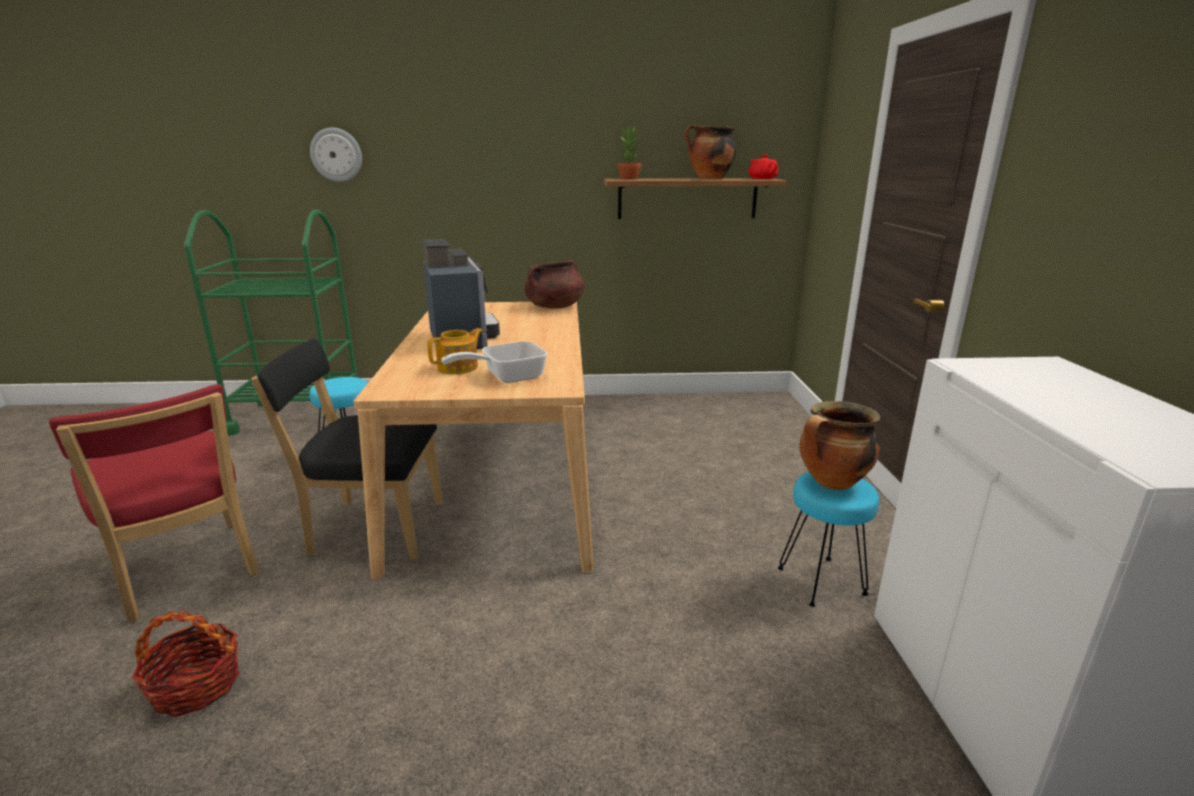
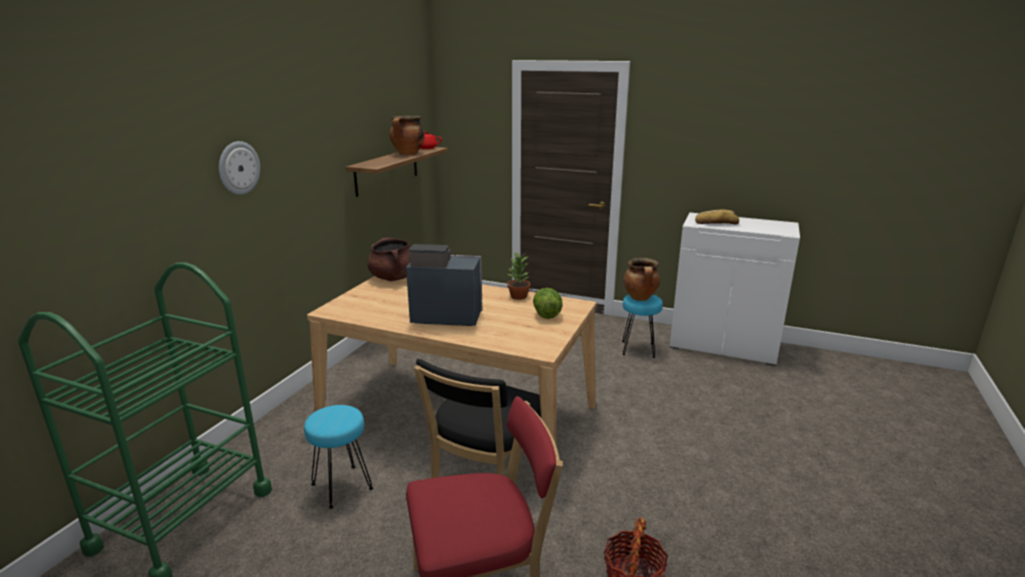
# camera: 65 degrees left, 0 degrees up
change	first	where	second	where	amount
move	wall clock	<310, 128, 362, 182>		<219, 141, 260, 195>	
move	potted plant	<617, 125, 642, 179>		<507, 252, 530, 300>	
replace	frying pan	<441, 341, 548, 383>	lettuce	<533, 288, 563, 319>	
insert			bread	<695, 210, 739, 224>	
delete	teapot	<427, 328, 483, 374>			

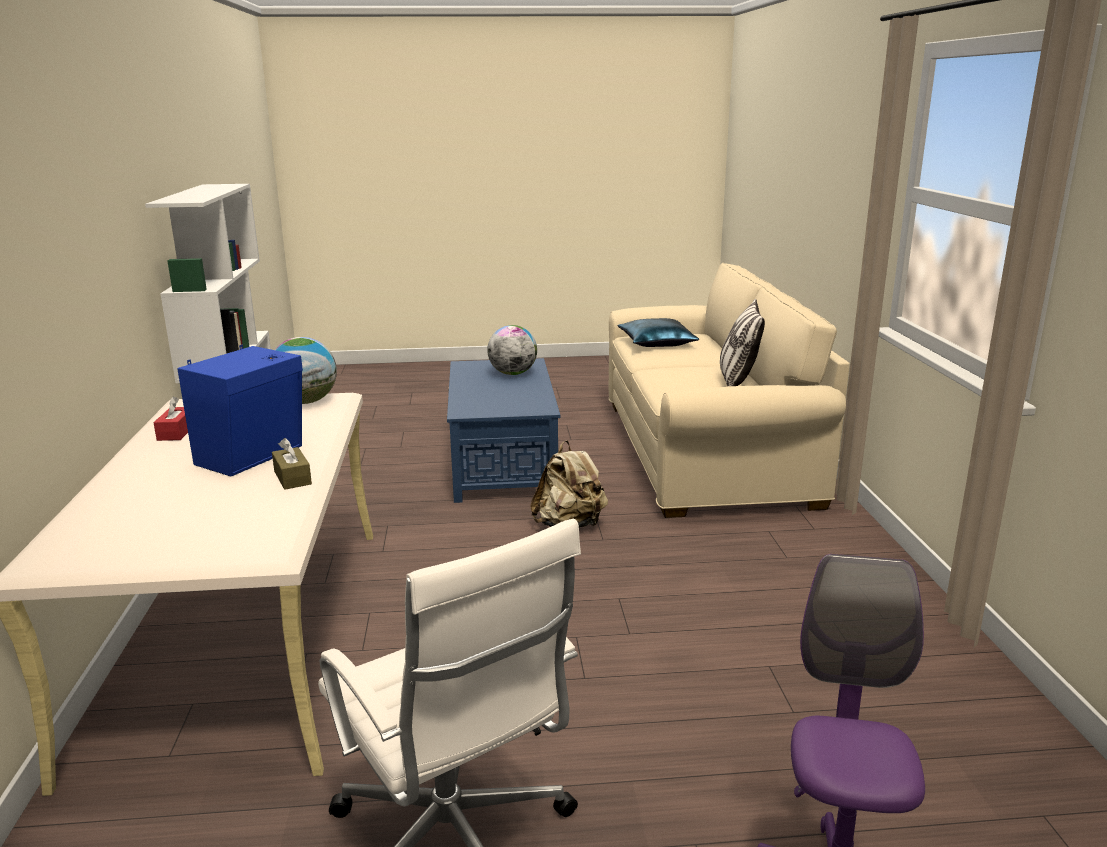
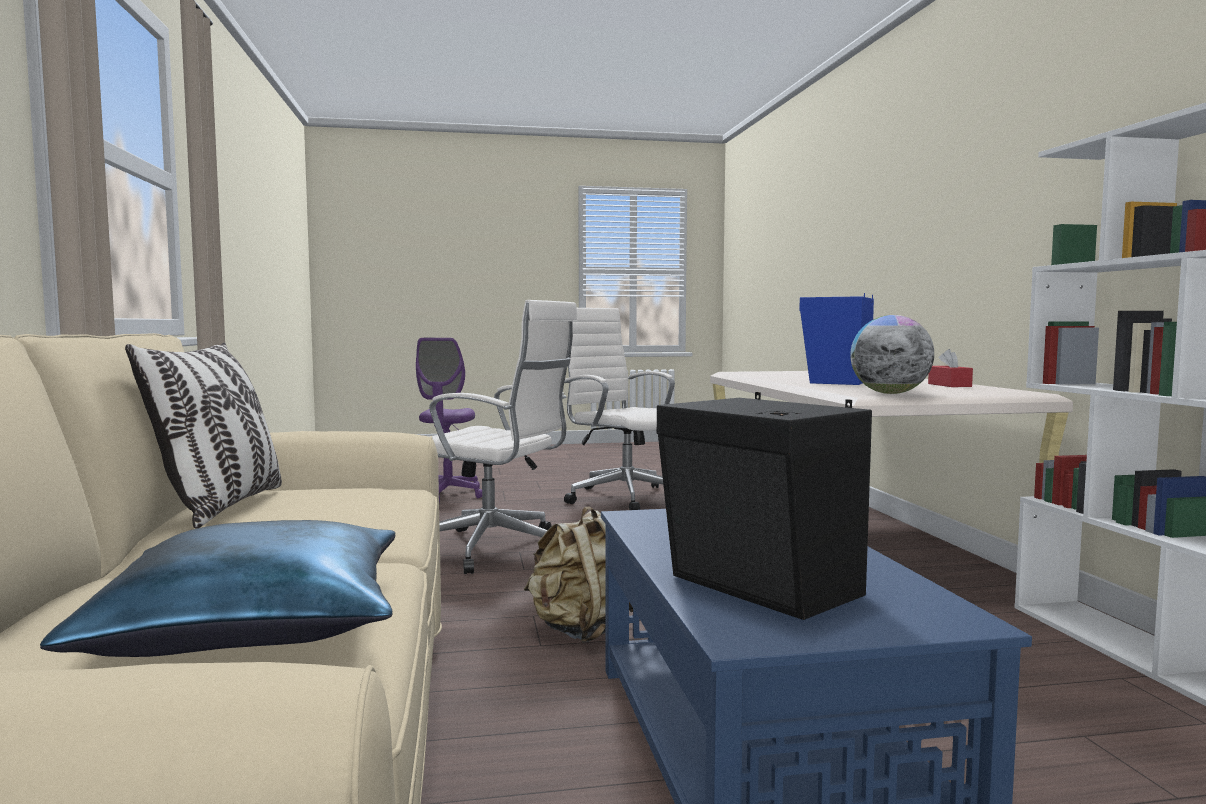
# camera: 175 degrees right, 15 degrees down
change	first	where	second	where	amount
insert			office chair/white	<428, 300, 578, 574>	
replace	globe	<487, 325, 537, 375>	speaker/black	<657, 392, 872, 620>	
delete	tissue box/brown	<272, 438, 312, 490>			

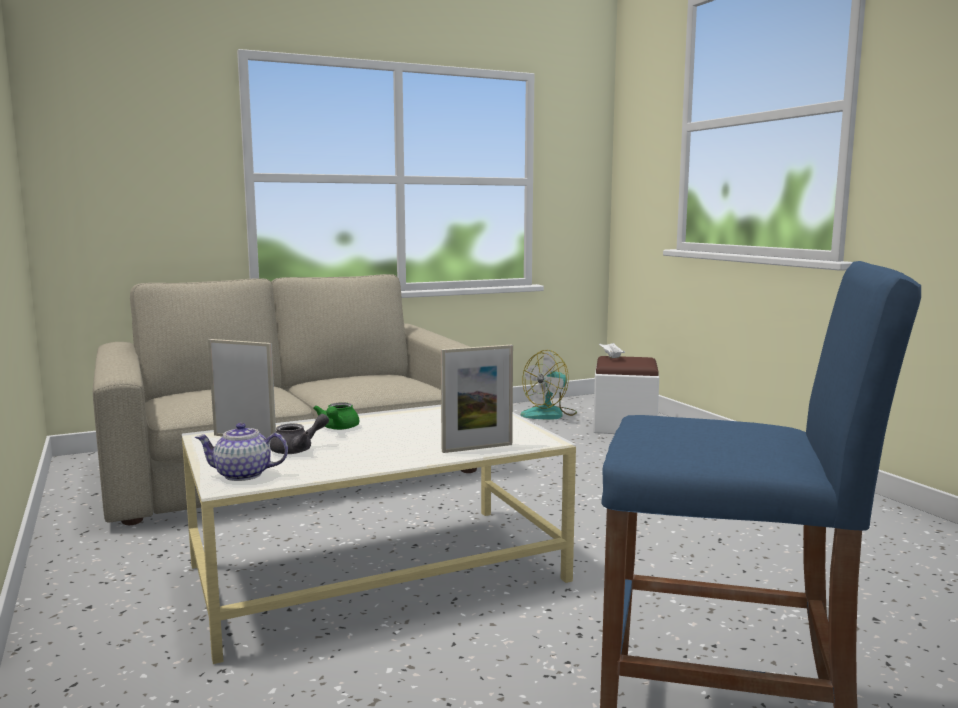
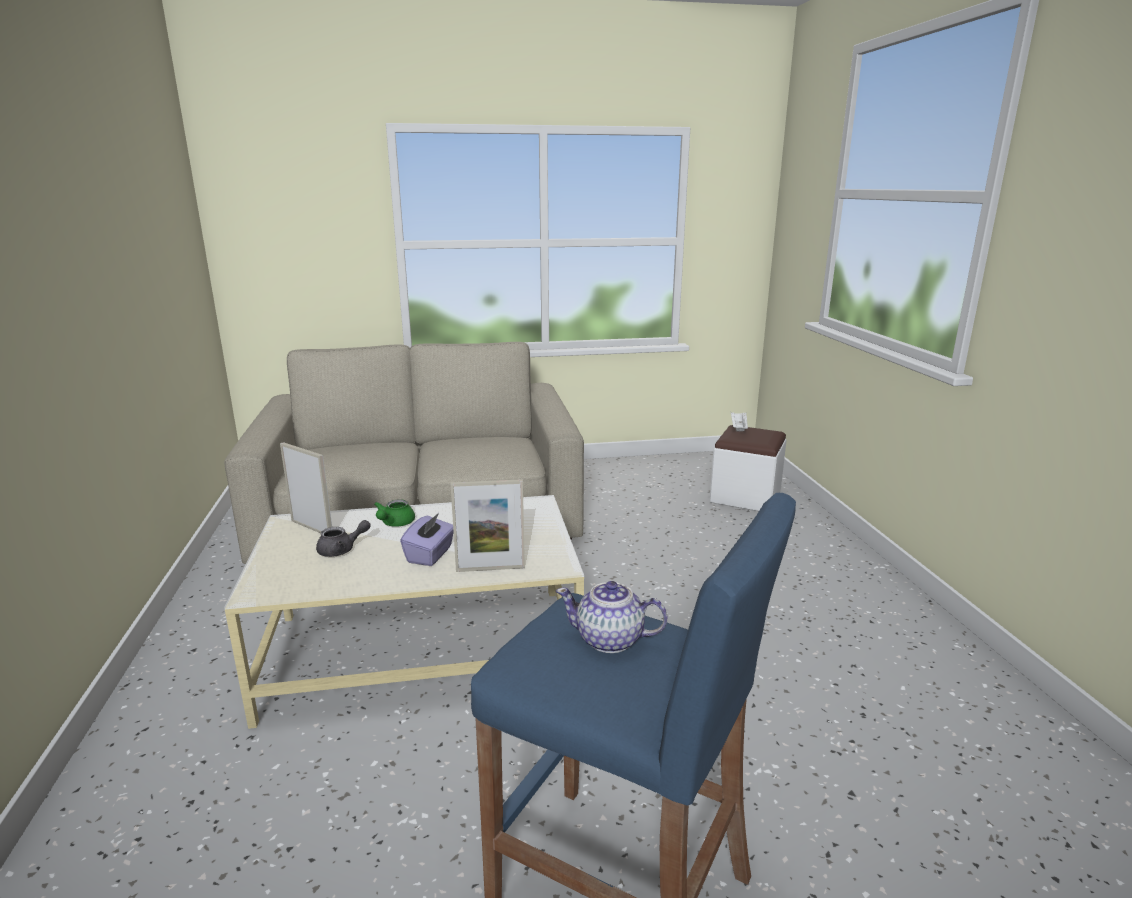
# camera: 15 degrees right, 10 degrees up
change	first	where	second	where	amount
insert			tissue box/purple	<400, 513, 454, 566>	
move	teapot	<195, 423, 288, 481>		<556, 581, 668, 653>	
delete	fan	<521, 350, 577, 420>			

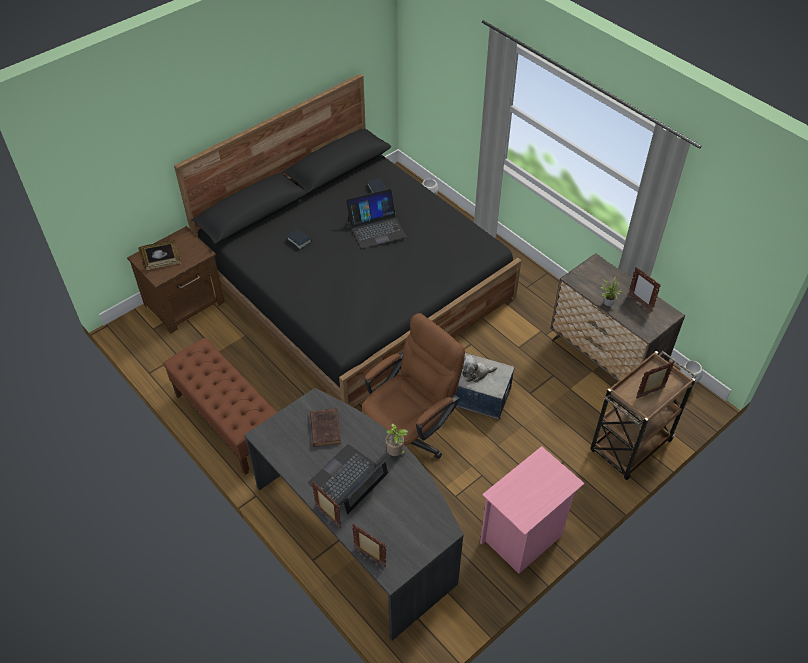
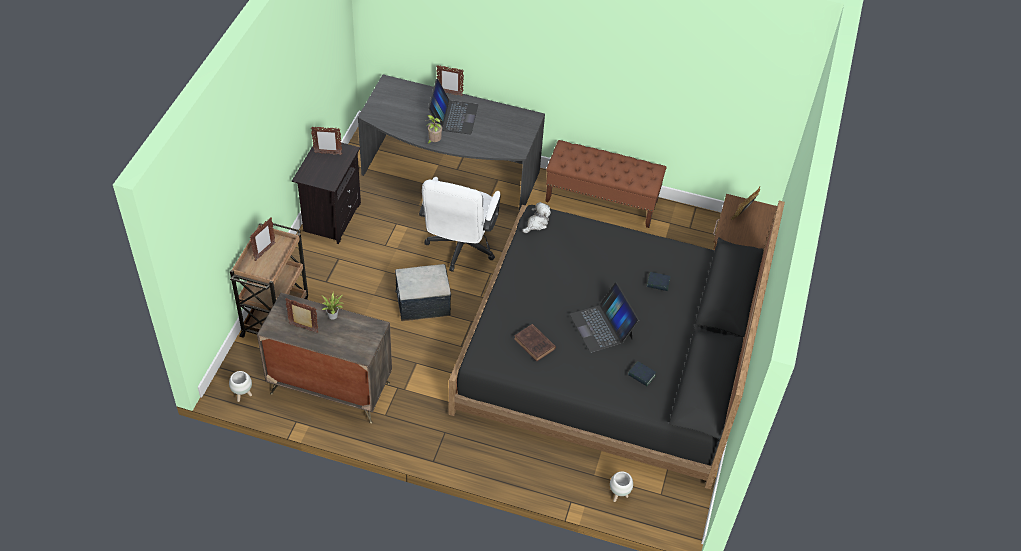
# camera: 145 degrees right, 0 degrees up
change	first	where	second	where	amount
recolor	nightstand/pink	<480, 446, 584, 574>	nightstand/black	<292, 143, 361, 244>	
move	picture frame	<352, 524, 386, 567>		<311, 126, 342, 155>	
recolor	office chair/brown	<362, 313, 465, 459>	office chair/white	<419, 177, 501, 272>	
move	book/brown	<310, 408, 341, 447>		<514, 324, 556, 361>	
move	plush toy	<462, 355, 497, 383>		<522, 202, 551, 233>	
rotate	laptop	<346, 188, 406, 249>		<569, 283, 639, 353>	60 degrees counterclockwise

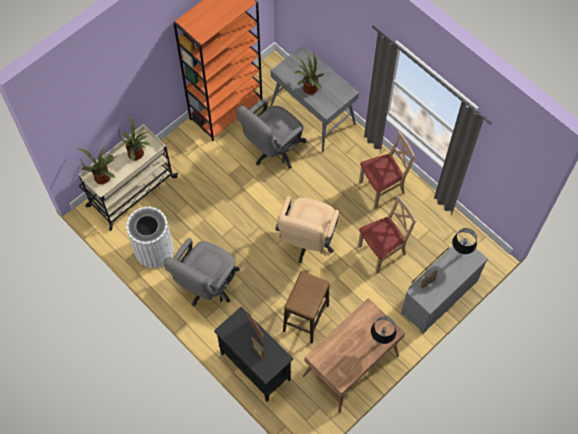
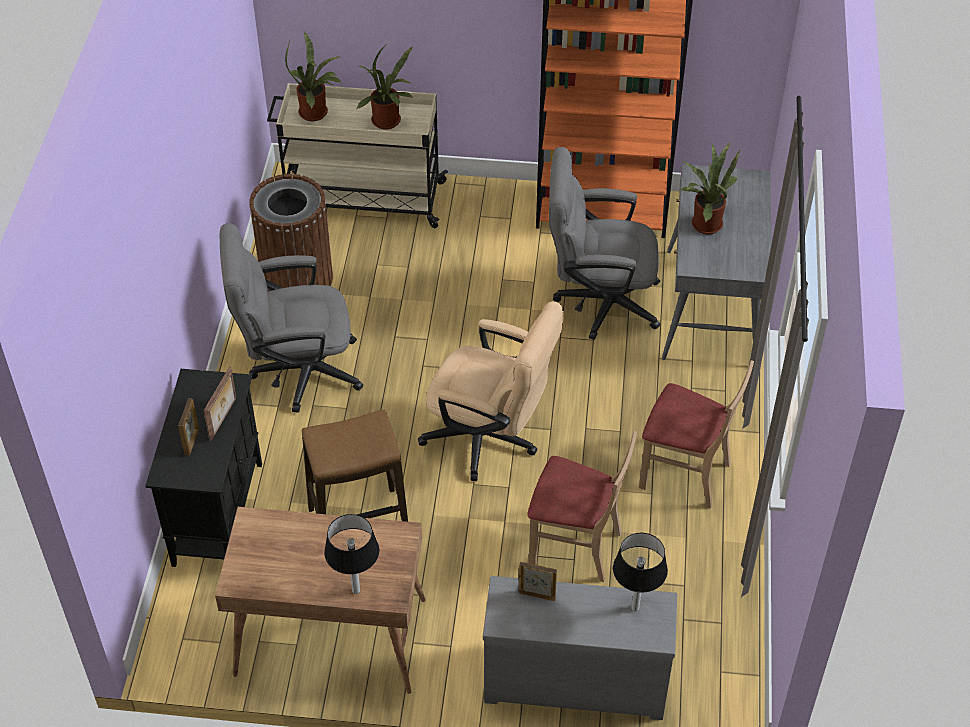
# camera: 50 degrees right, 15 degrees down
change	first	where	second	where	amount
recolor	trash can/white	<126, 207, 174, 268>	trash can/brown	<249, 174, 333, 292>	
rotate	office chair/beige	<275, 196, 339, 263>		<418, 301, 564, 481>	135 degrees counterclockwise

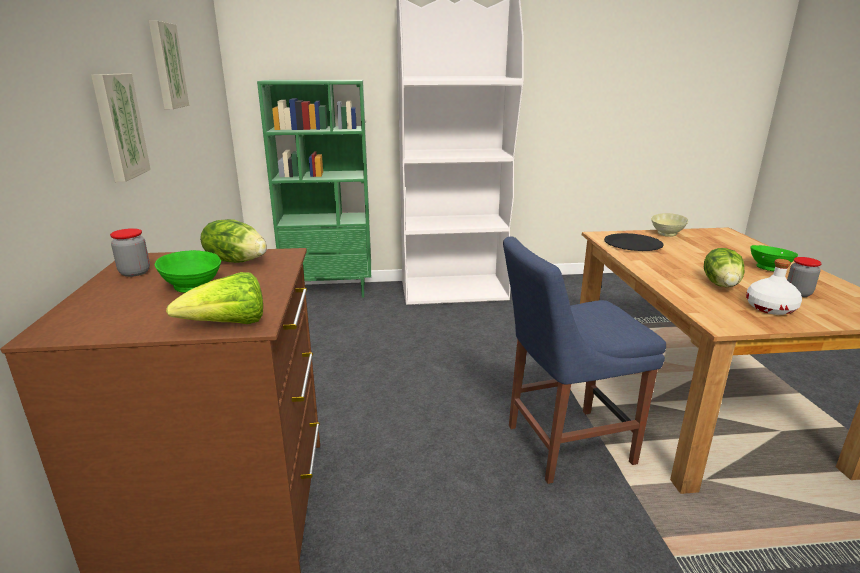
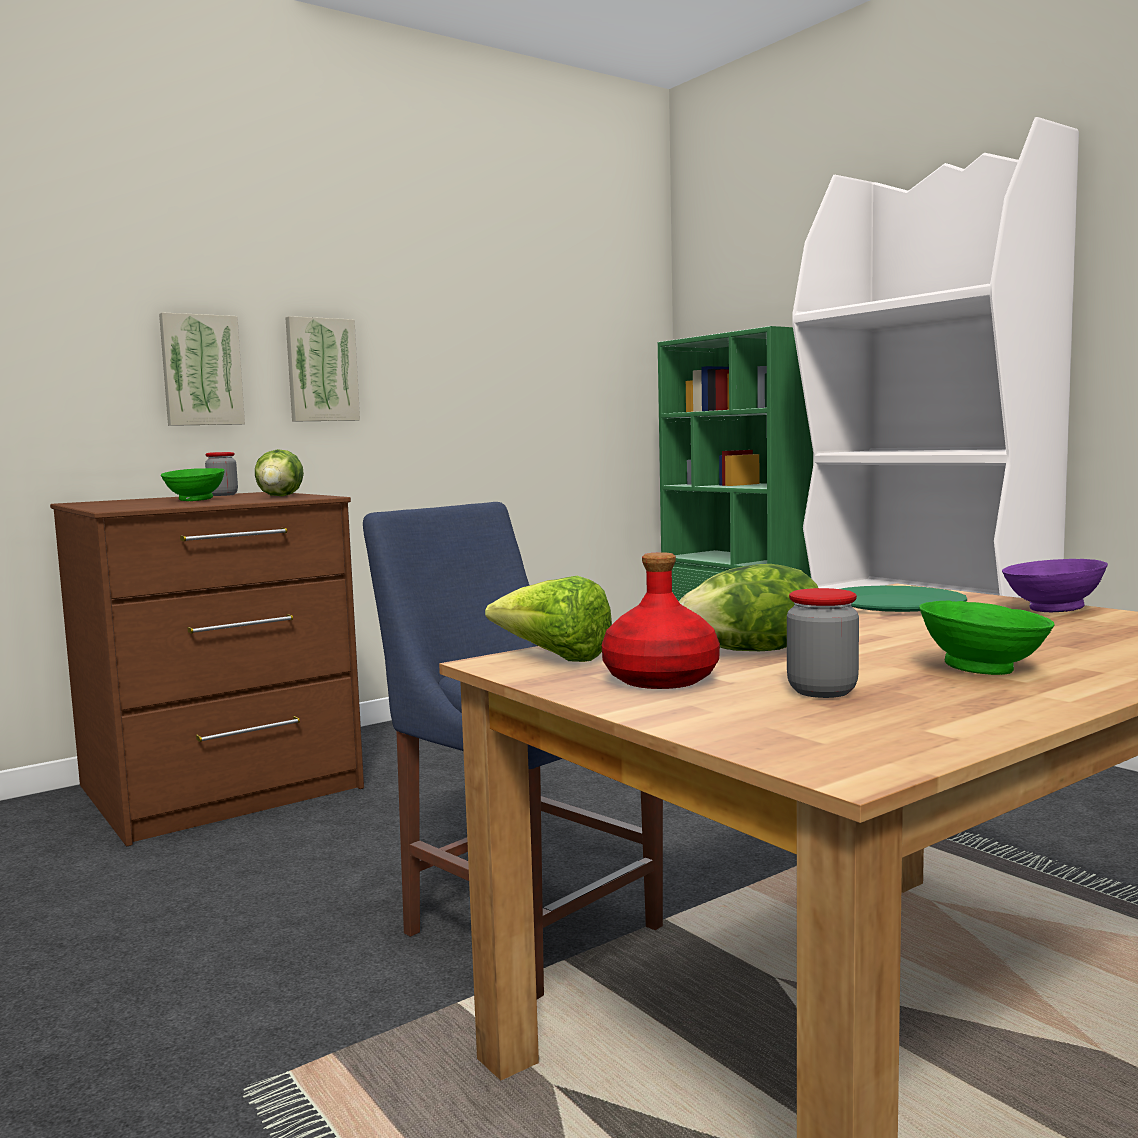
# camera: 60 degrees right, 15 degrees down
change	first	where	second	where	amount
move	picture	<149, 21, 189, 109>		<159, 312, 245, 426>	
move	lettuce	<166, 272, 263, 324>		<485, 576, 612, 662>	
recolor	bottle/white	<746, 259, 802, 315>	bottle/red	<602, 552, 720, 689>	
recolor	plate/black	<604, 233, 664, 251>	plate/green	<841, 585, 967, 612>	
recolor	bowl/beige	<651, 213, 688, 237>	bowl/purple	<1002, 559, 1108, 612>	

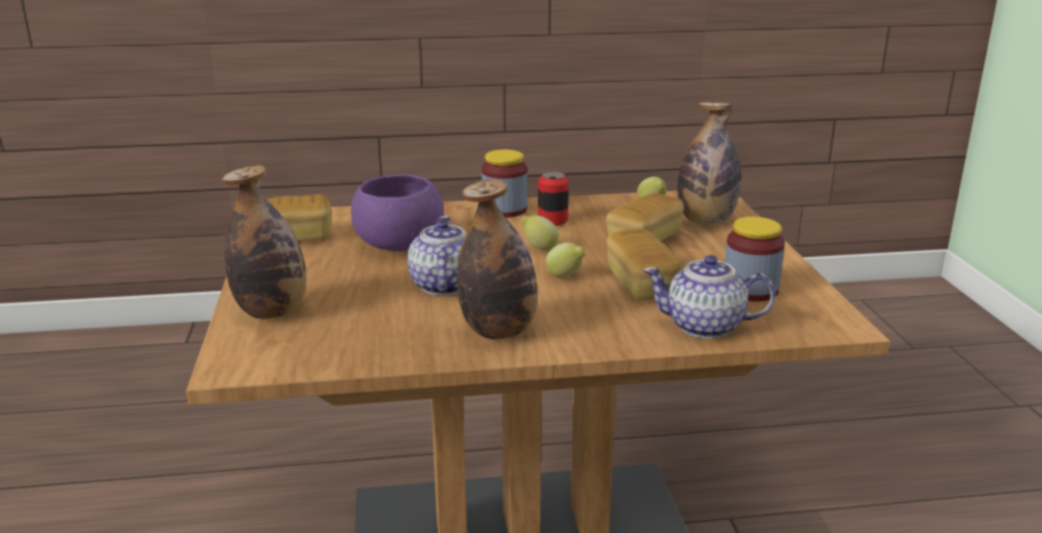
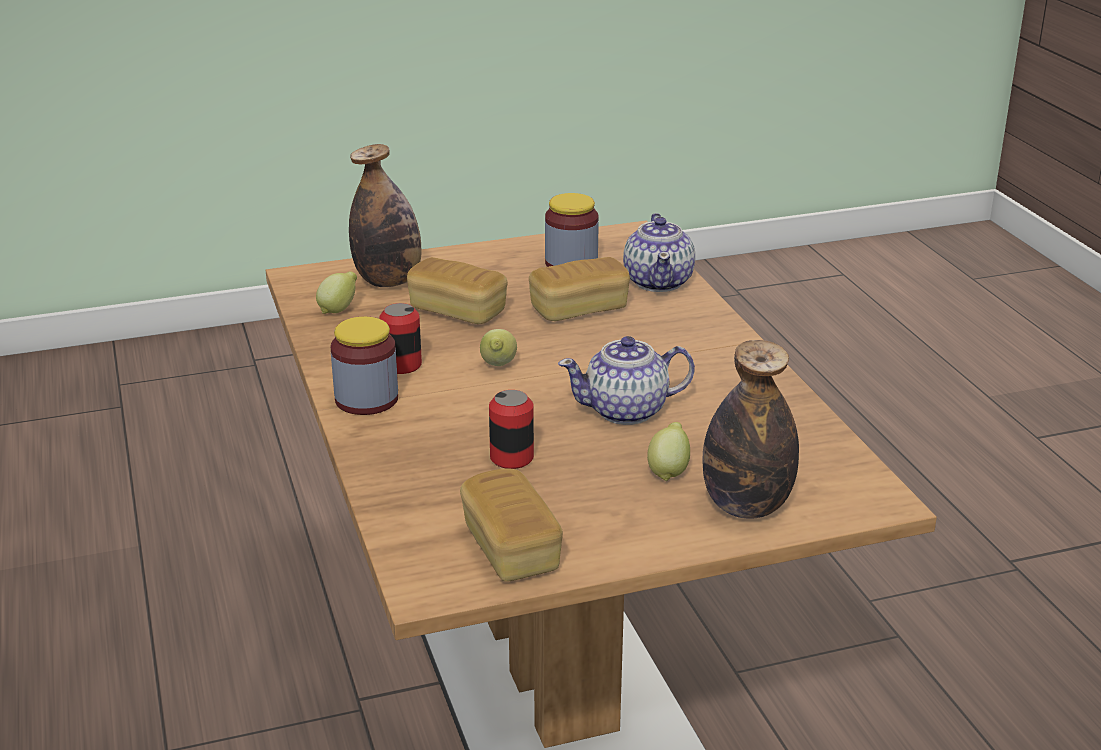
# camera: 100 degrees left, 5 degrees up
change	first	where	second	where	amount
replace	bowl/purple	<351, 174, 444, 251>	can	<489, 390, 534, 469>	
move	lemon	<545, 242, 585, 278>		<647, 422, 690, 481>	
delete	bottle	<457, 179, 538, 339>			

